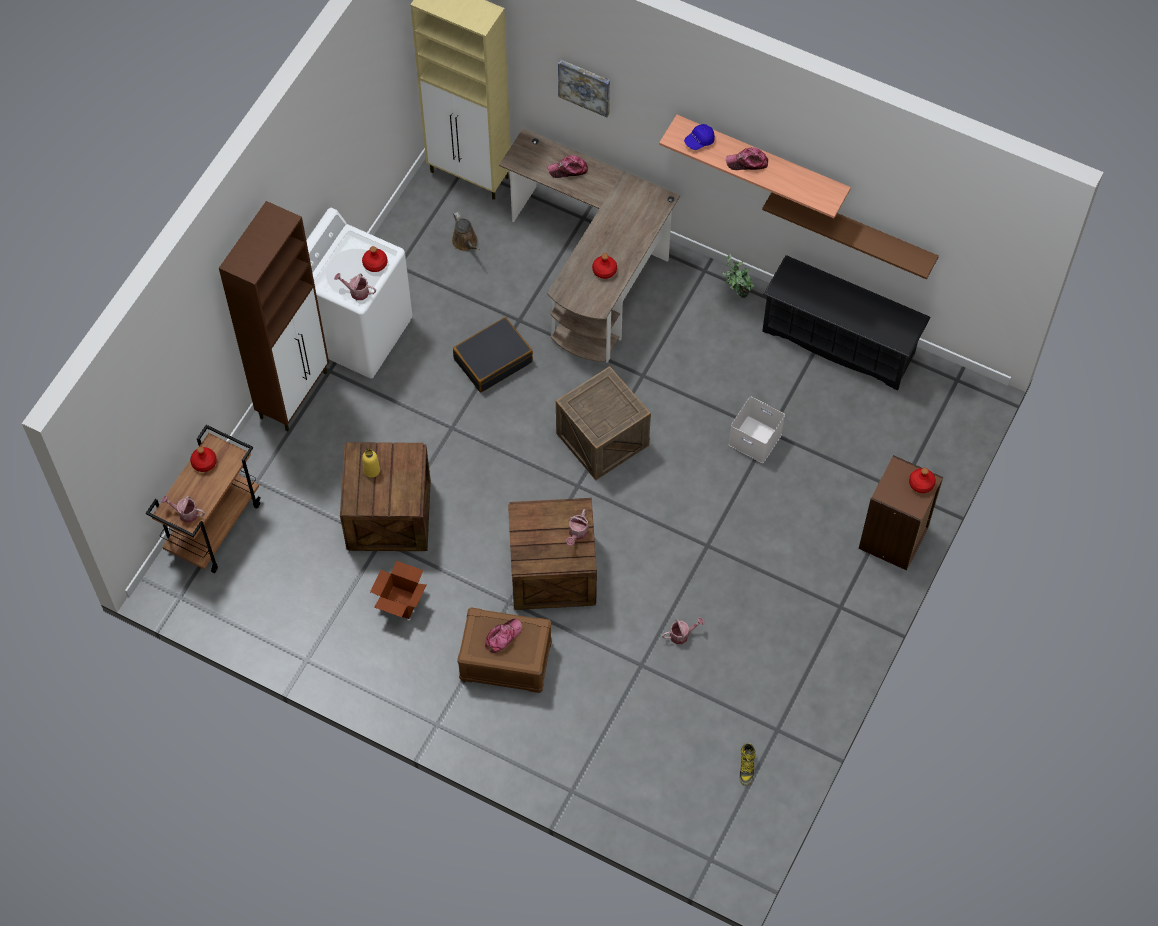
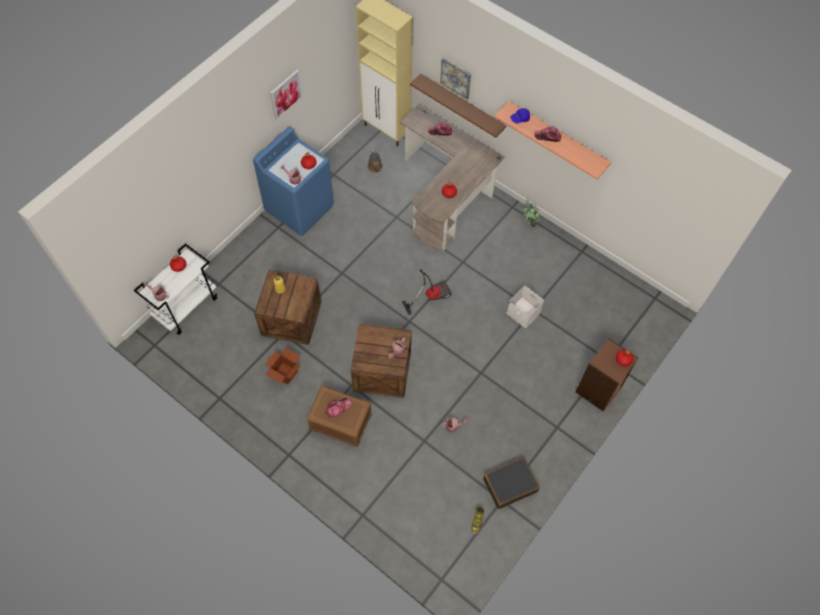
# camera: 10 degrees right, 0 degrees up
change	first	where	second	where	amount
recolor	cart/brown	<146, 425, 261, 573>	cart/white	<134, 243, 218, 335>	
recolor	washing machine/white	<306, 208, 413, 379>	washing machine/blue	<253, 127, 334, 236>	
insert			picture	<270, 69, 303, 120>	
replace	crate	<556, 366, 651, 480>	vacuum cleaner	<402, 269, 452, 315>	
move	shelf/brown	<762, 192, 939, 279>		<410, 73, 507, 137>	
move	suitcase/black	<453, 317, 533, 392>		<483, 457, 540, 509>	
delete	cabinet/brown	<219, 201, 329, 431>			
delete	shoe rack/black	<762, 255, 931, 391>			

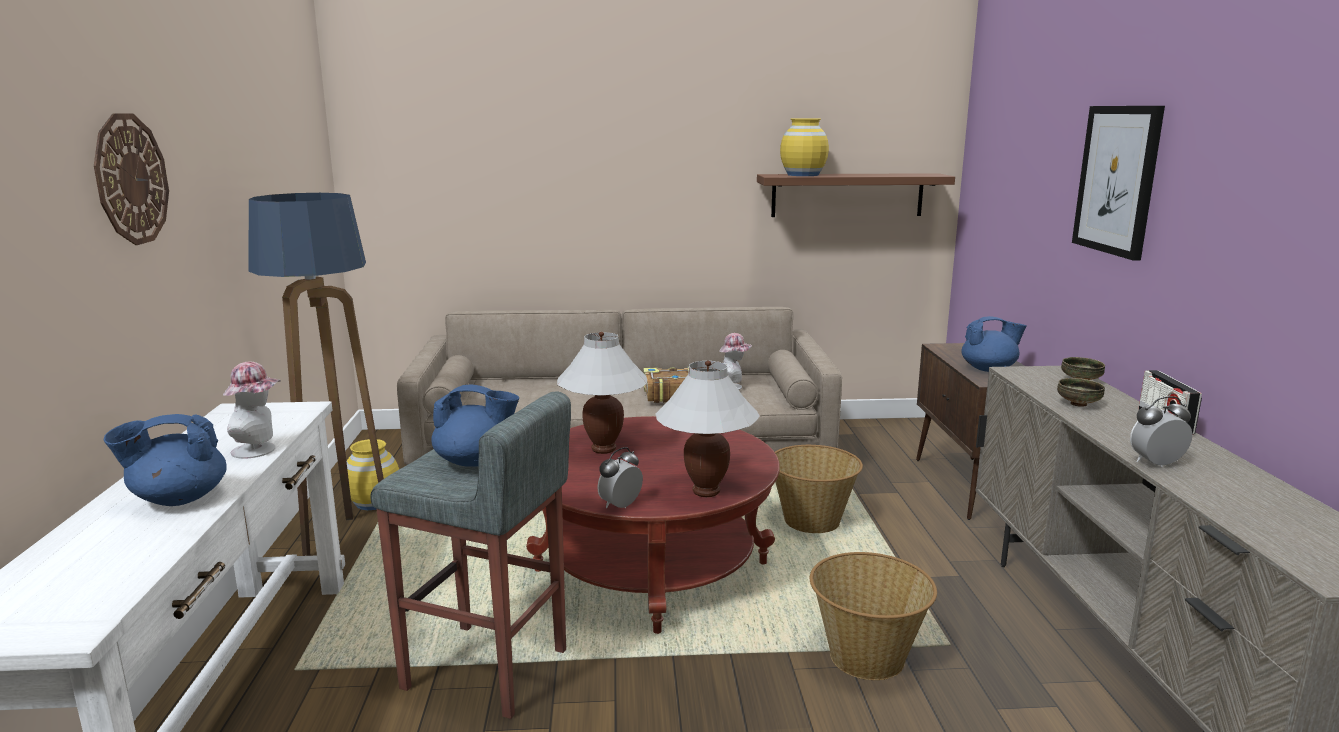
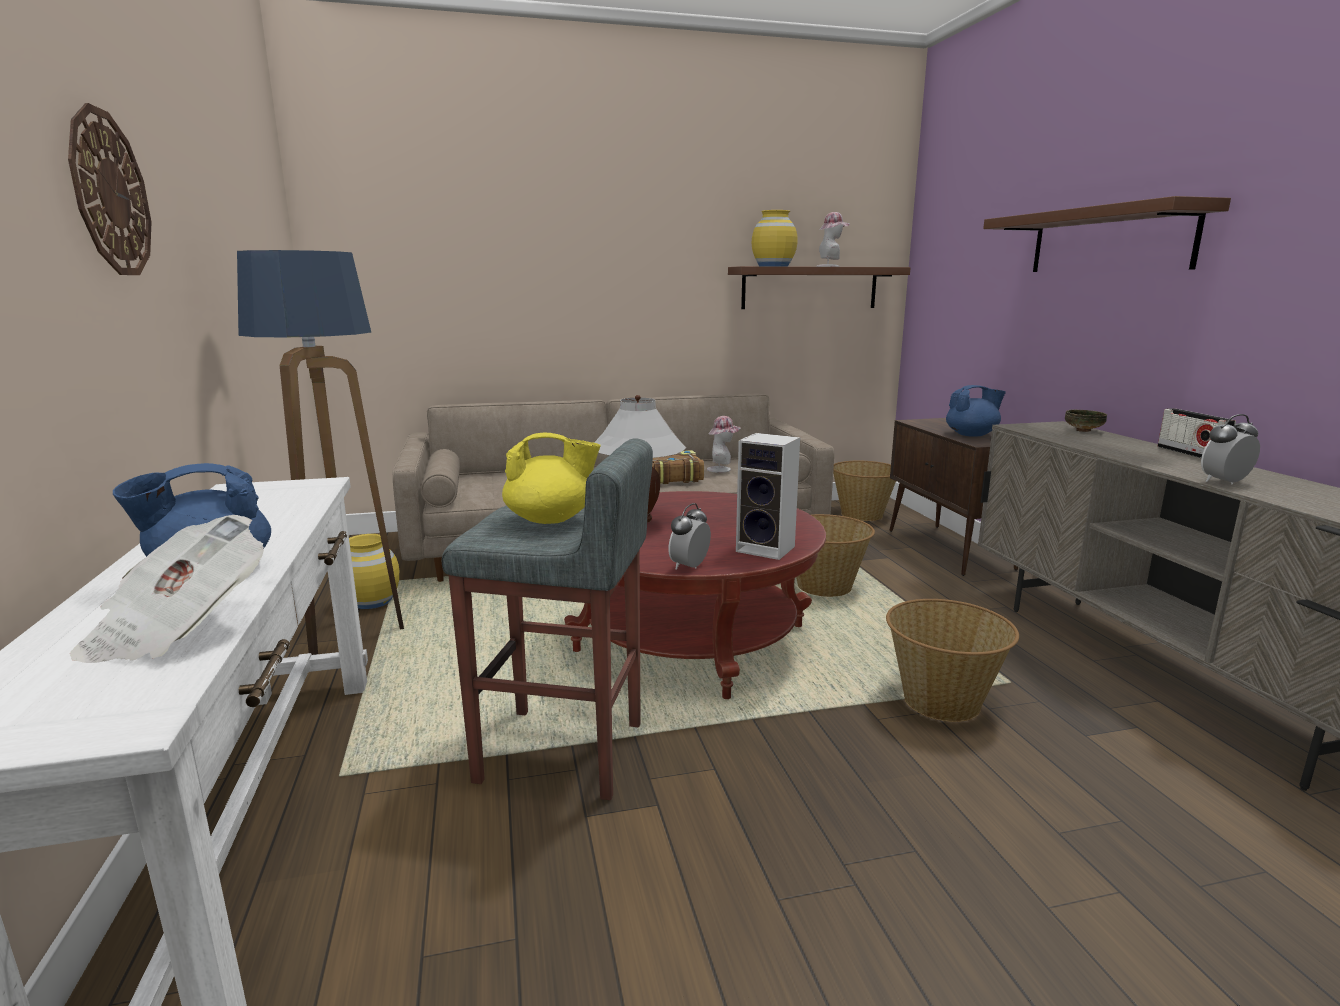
# camera: 10 degrees left, 0 degrees up
change	first	where	second	where	amount
insert			newspaper	<70, 515, 264, 663>	
recolor	teapot/blue	<431, 384, 519, 467>	teapot/yellow	<502, 432, 600, 524>	
replace	table lamp/white	<655, 361, 760, 497>	speaker	<736, 433, 800, 560>	
move	hat	<223, 362, 281, 459>		<816, 212, 850, 267>	
insert			basket	<833, 461, 896, 521>	
replace	picture	<1072, 106, 1165, 261>	shelf/brown	<983, 196, 1231, 272>	
delete	bowl	<1057, 378, 1105, 407>			

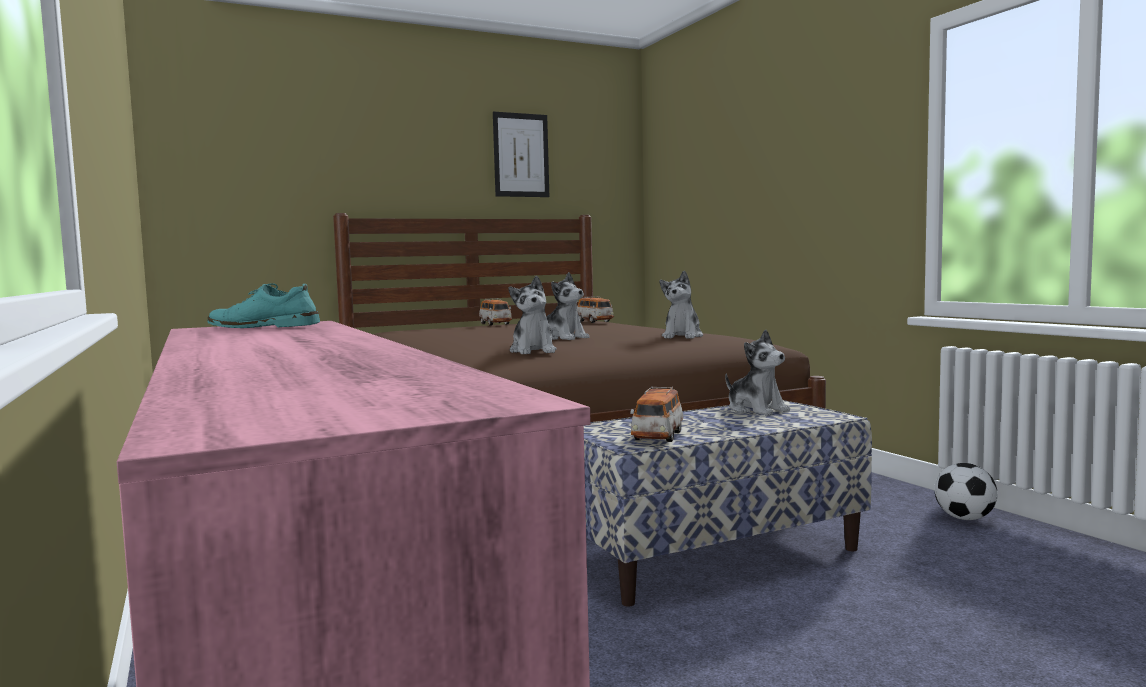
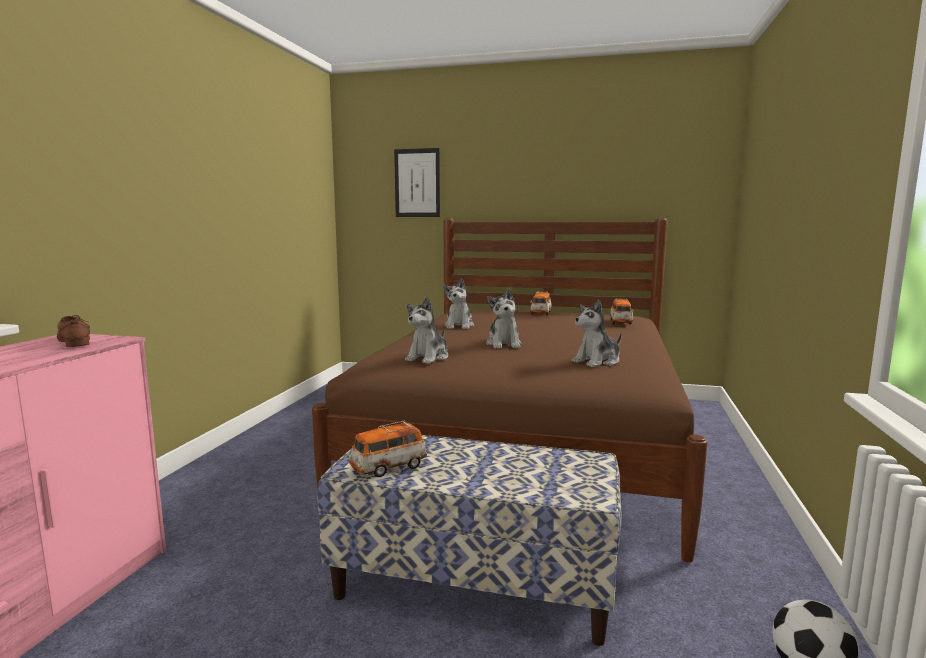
# camera: 40 degrees right, 5 degrees up
change	first	where	second	where	amount
recolor	shoe/turquoise	<207, 284, 320, 328>	shoe/brown	<57, 315, 90, 347>	
move	picture	<493, 111, 549, 197>		<394, 148, 440, 217>	
move	plush toy	<725, 330, 790, 416>		<443, 278, 474, 329>	

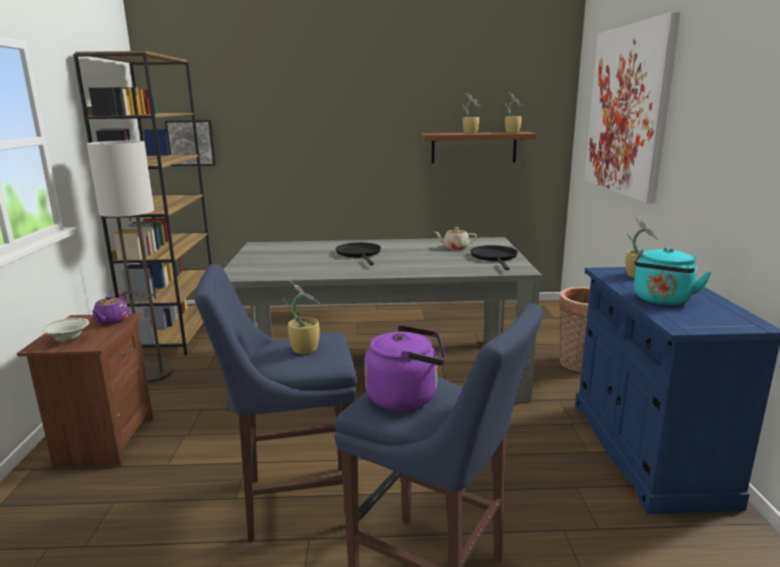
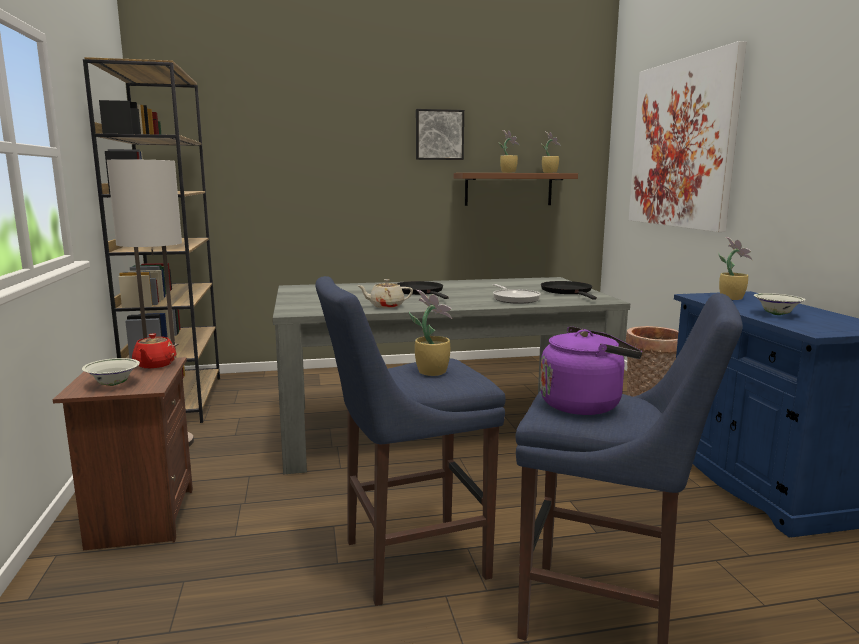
# camera: 10 degrees left, 5 degrees down
change	first	where	second	where	amount
recolor	teapot/purple	<92, 295, 130, 325>	teapot/red	<132, 333, 177, 368>	
move	teapot/beige	<435, 227, 477, 250>		<357, 279, 413, 308>	
move	picture	<165, 120, 216, 166>		<416, 109, 464, 160>	
insert			frying pan	<493, 284, 541, 304>	
replace	kettle/turquoise	<634, 247, 712, 305>	bowl/white	<754, 293, 806, 315>	

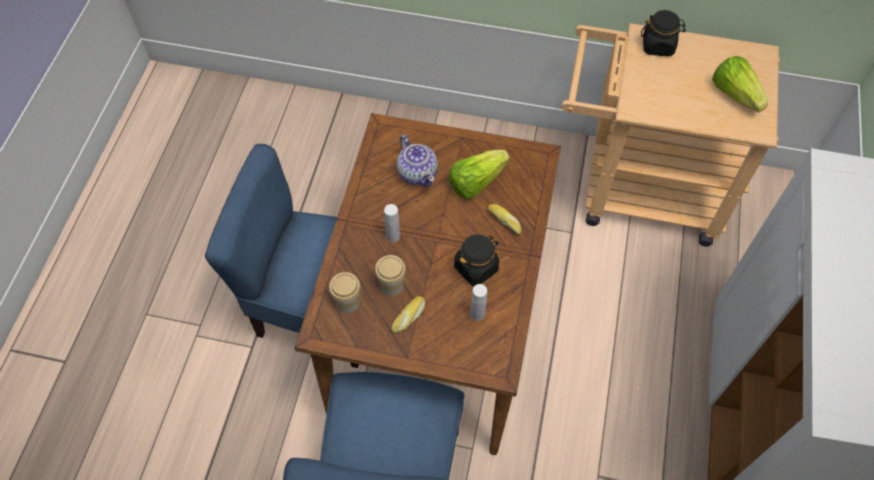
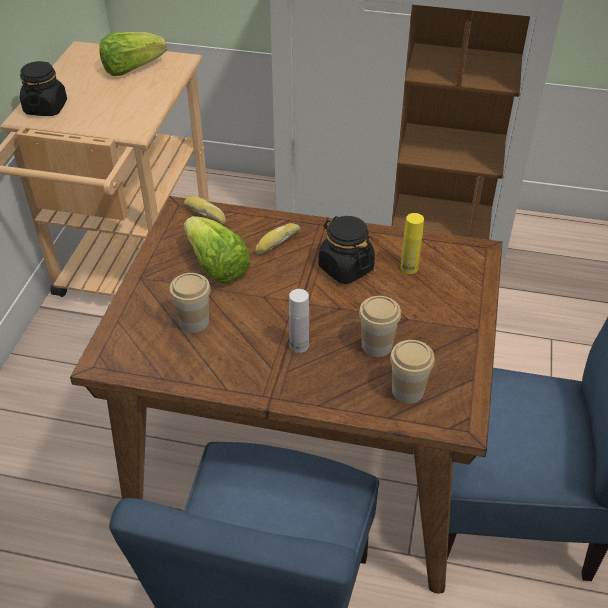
# camera: 90 degrees left, 15 degrees down
change	first	where	second	where	amount
replace	teapot	<397, 135, 438, 187>	cup	<169, 273, 211, 333>	
move	bread	<391, 296, 425, 333>		<184, 196, 226, 225>	
recolor	bottle/white	<471, 284, 487, 321>	bottle/yellow	<401, 213, 424, 274>	

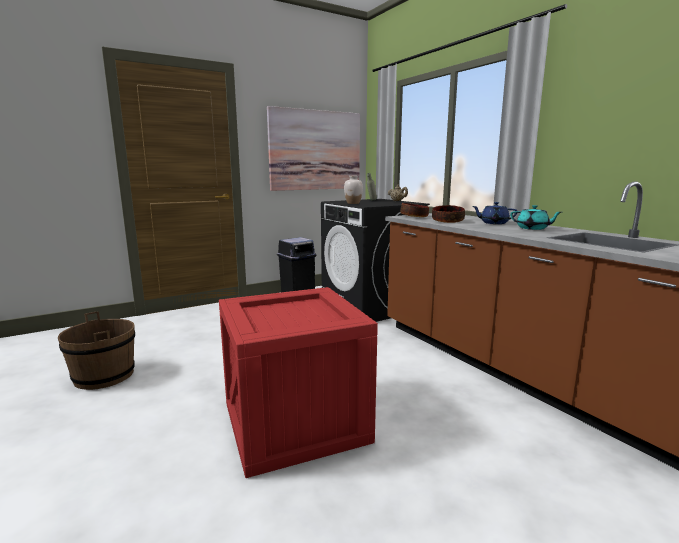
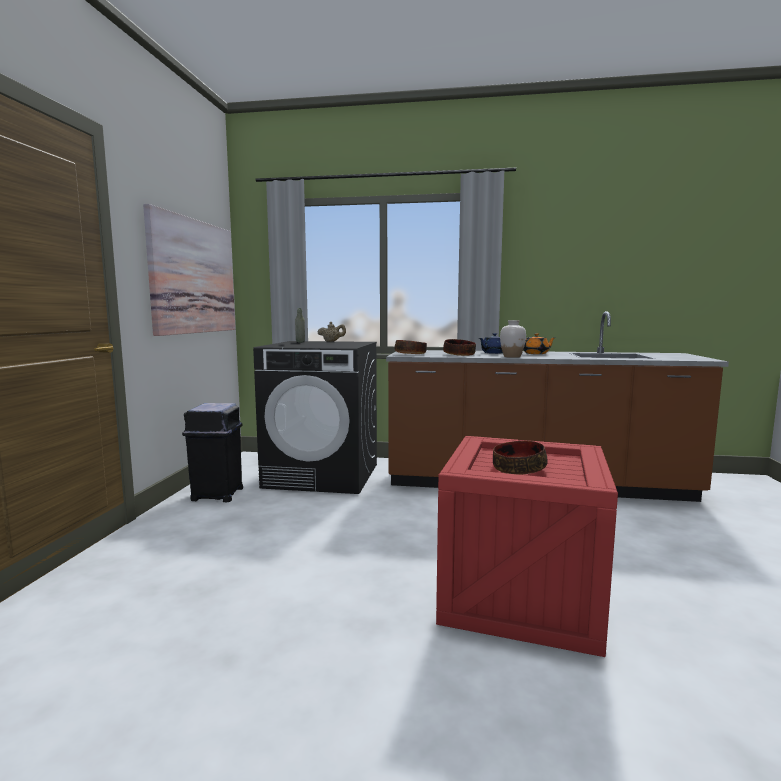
# camera: 50 degrees left, 5 degrees down
change	first	where	second	where	amount
insert			bowl	<493, 441, 548, 475>	
move	vase/white	<344, 176, 363, 204>		<500, 320, 526, 358>	
recolor	teapot/turquoise	<510, 205, 562, 230>	teapot/orange	<523, 333, 556, 354>	
delete	bucket/brown	<58, 311, 135, 390>			

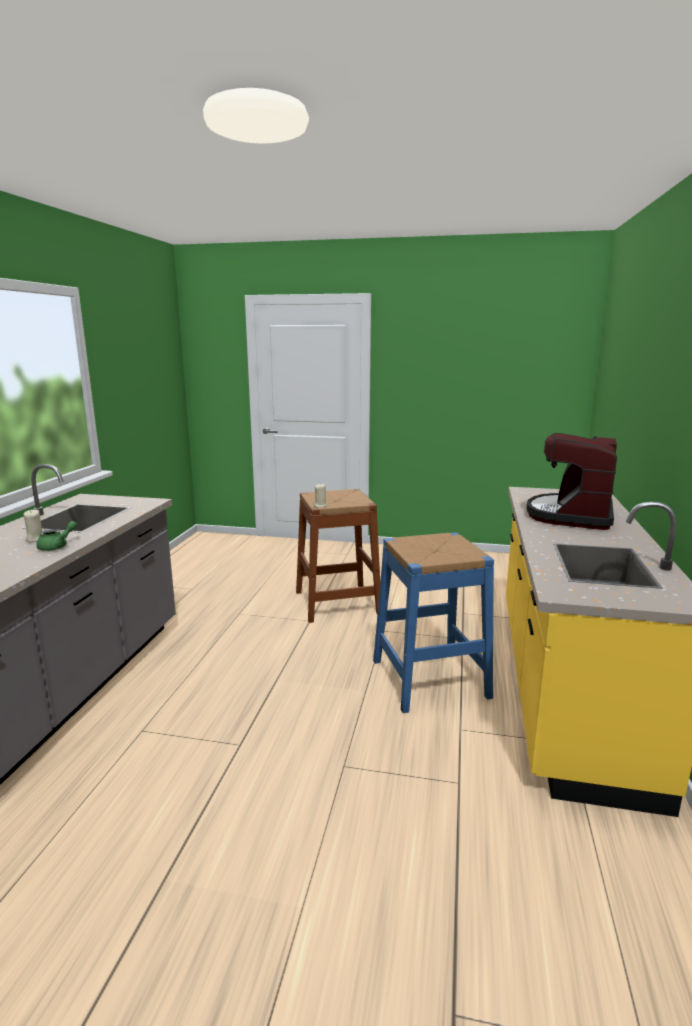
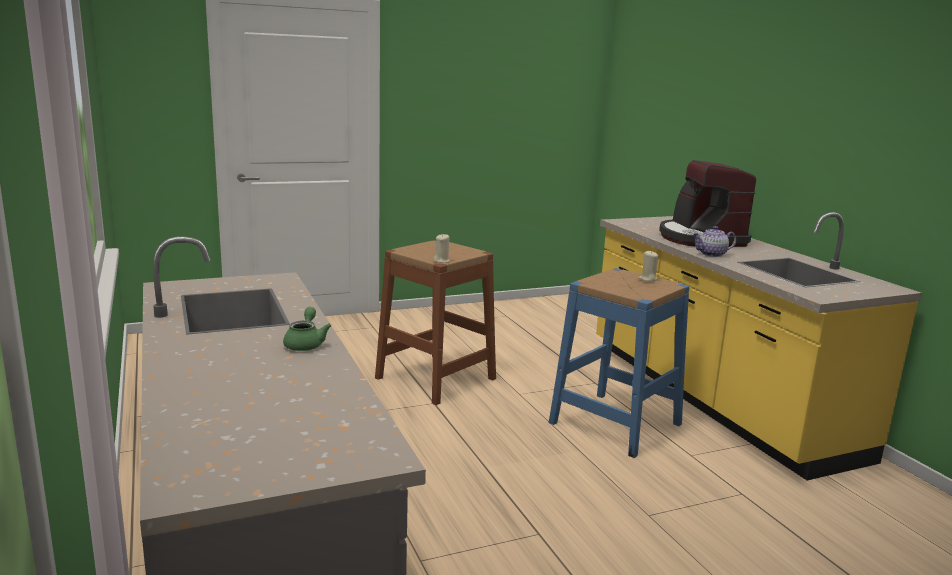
# camera: 35 degrees left, 0 degrees up
change	first	where	second	where	amount
move	candle/beige	<24, 509, 42, 542>		<638, 250, 659, 281>	
insert			teapot	<692, 226, 736, 257>	

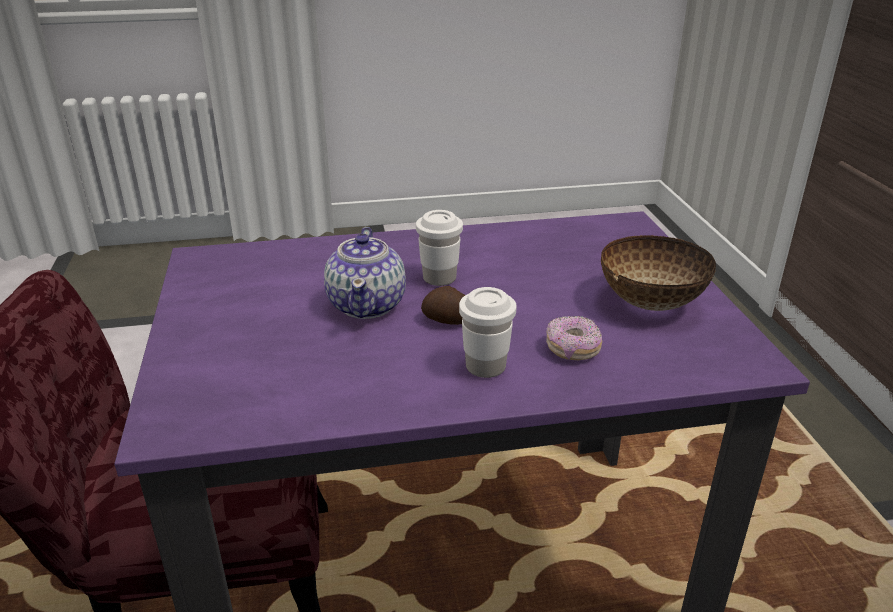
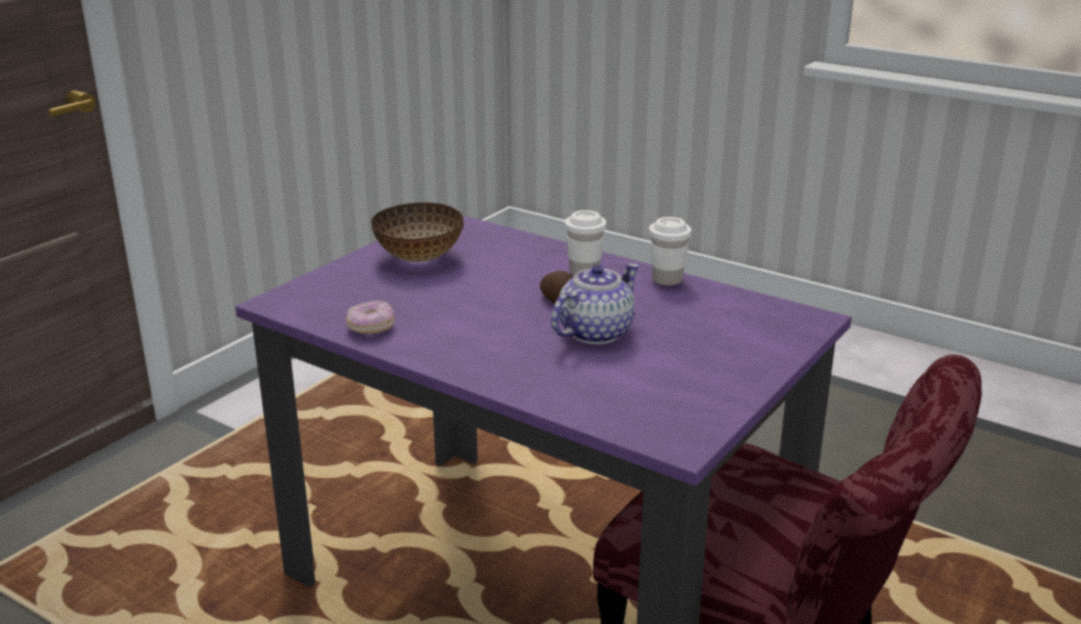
# camera: 135 degrees left, 5 degrees down
change	first	where	second	where	amount
move	donut	<546, 316, 602, 360>		<346, 300, 395, 334>	
move	cup/white	<416, 210, 463, 286>		<649, 217, 691, 286>	

